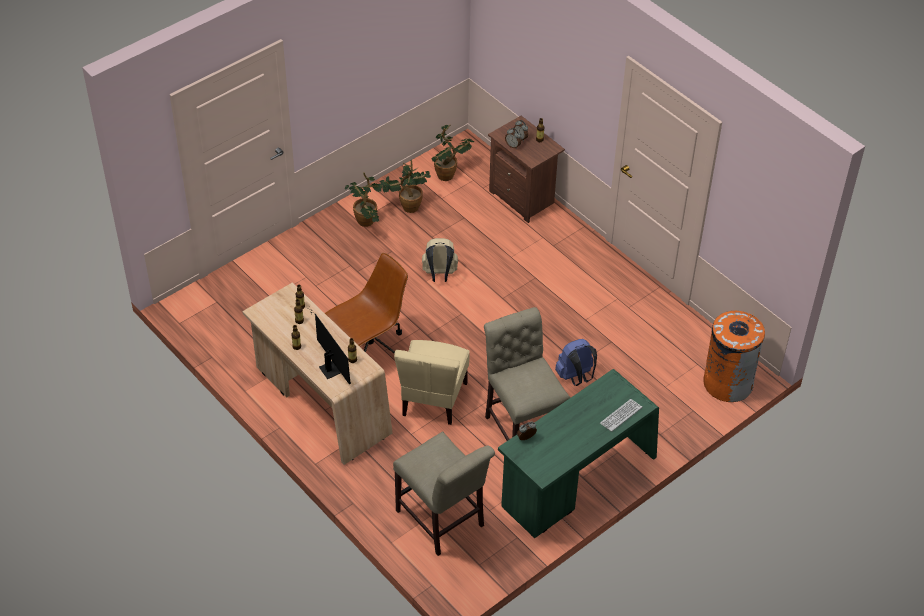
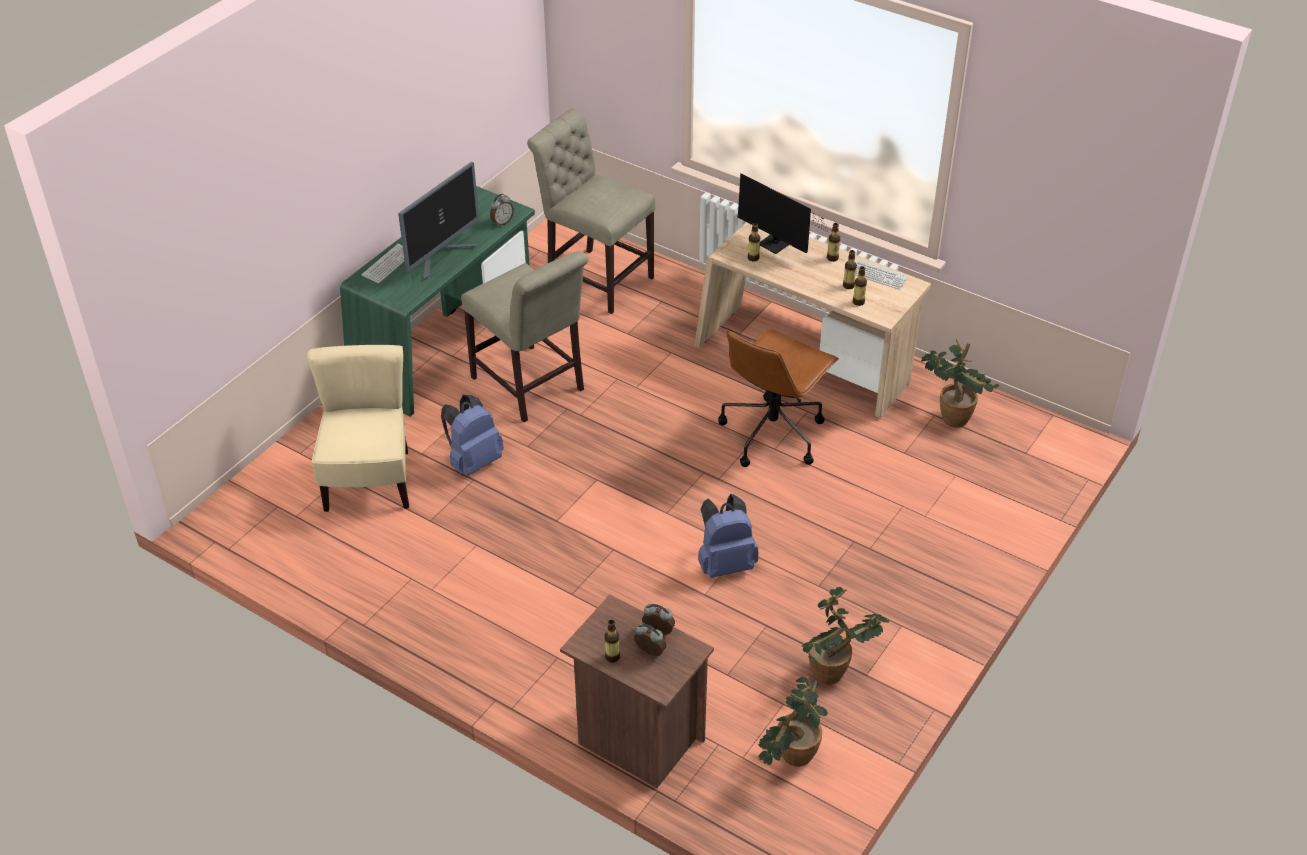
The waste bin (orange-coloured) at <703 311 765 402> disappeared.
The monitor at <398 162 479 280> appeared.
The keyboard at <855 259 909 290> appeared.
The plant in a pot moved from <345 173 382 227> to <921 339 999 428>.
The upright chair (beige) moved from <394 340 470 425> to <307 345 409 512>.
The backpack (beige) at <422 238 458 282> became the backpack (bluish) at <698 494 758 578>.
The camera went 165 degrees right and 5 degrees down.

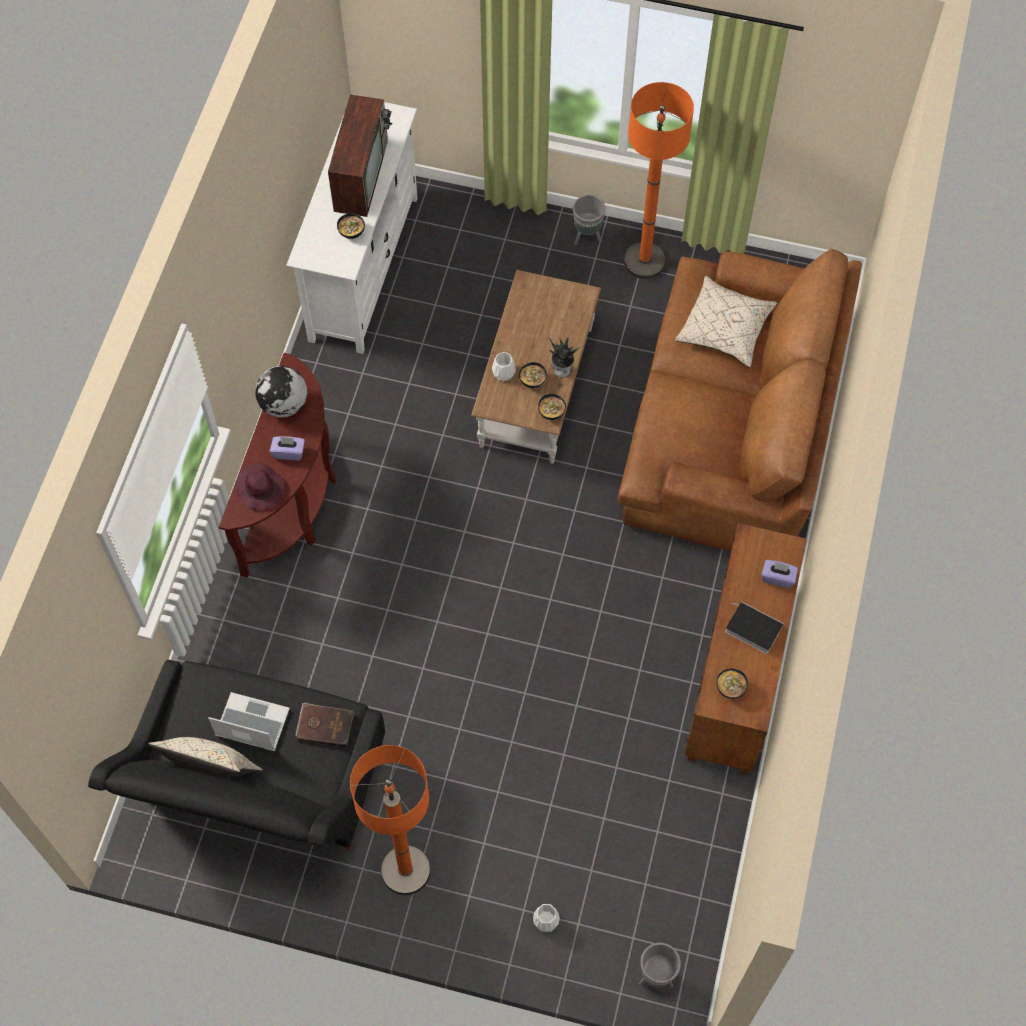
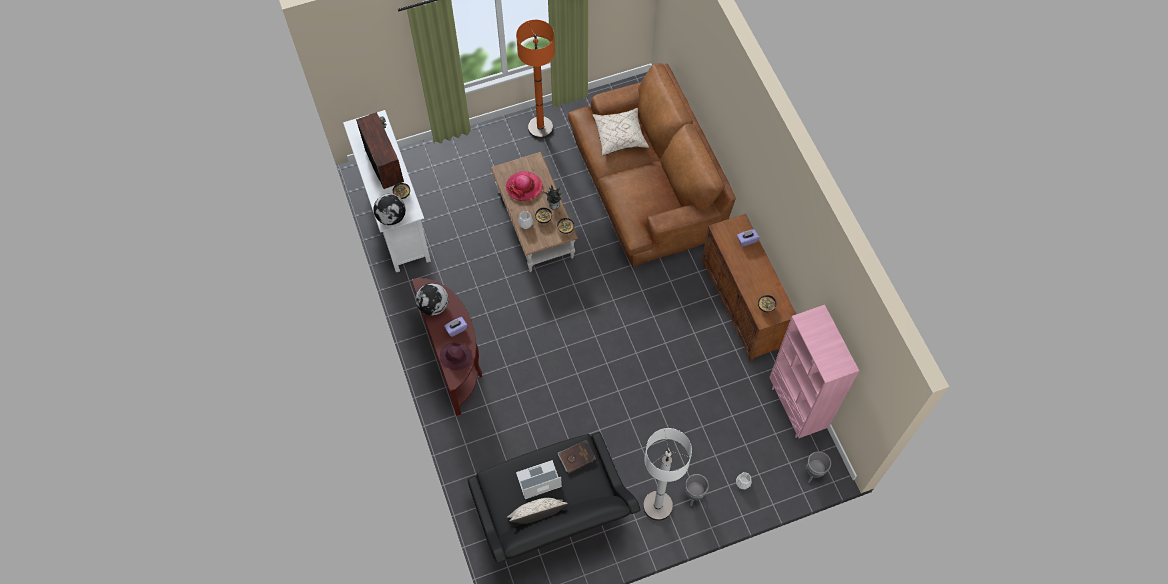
The book at <725 601 784 654> disappeared.
The world globe at <373 194 406 225> appeared.
The hat at <506 171 543 201> appeared.
The bookshelf (pink-coloured) at <769 305 859 438> appeared.
The flower pot (greyish) moved from <573 195 605 245> to <685 474 709 506>.
The standard lamp (orange-coloured) at <350 745 431 895> became the standard lamp (whitish) at <643 428 692 521>.
The camera went 35 degrees left and 0 degrees up.

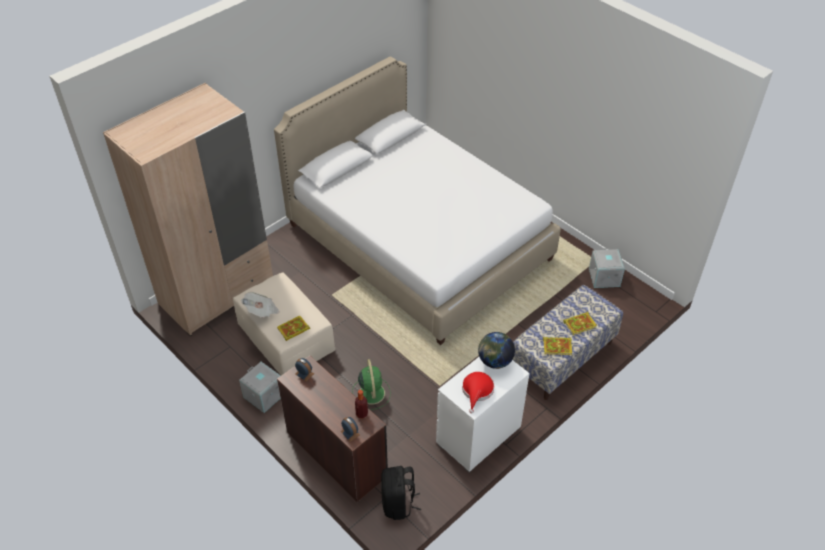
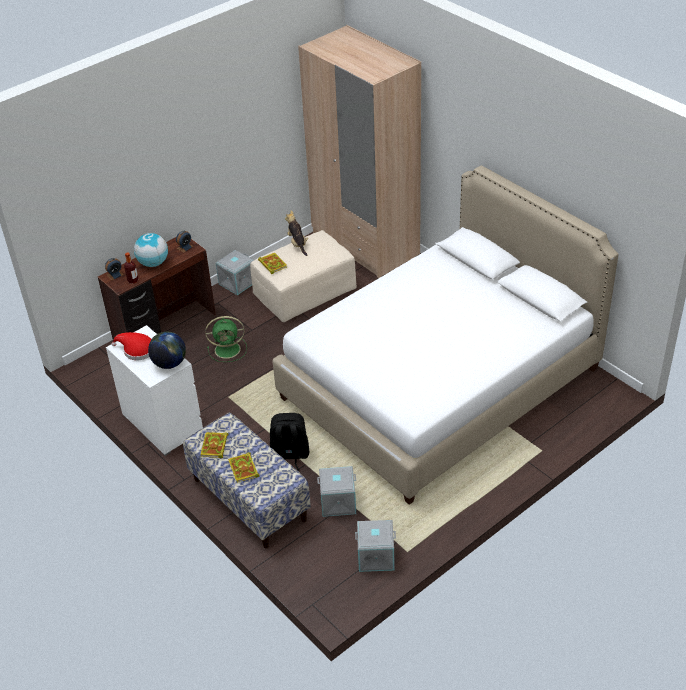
The world globe at <134 233 168 267> appeared.
The storage box (greyish) at <317 466 356 517> appeared.
The backpack (black-coloured) moved from <381 466 421 520> to <270 413 309 471>.
The daily paper at <241 292 280 318> was replaced by the plush toy at <285 210 308 256>.
The camera went 95 degrees right and 5 degrees down.

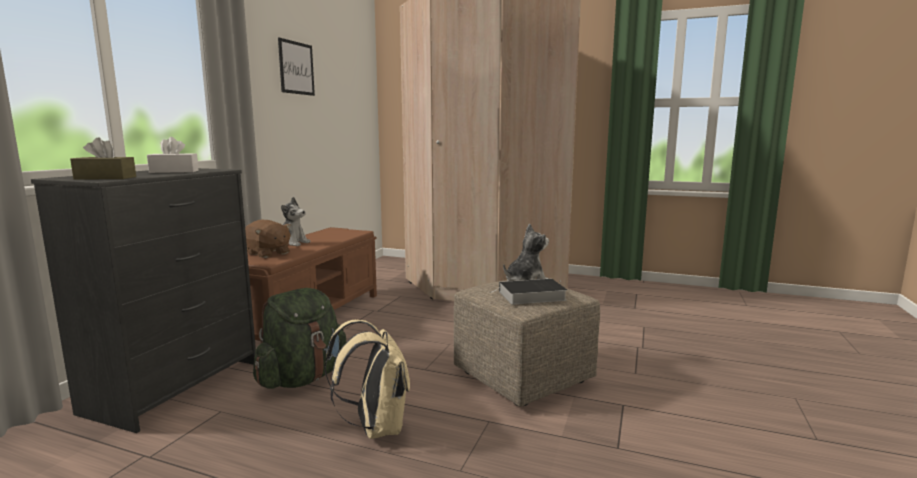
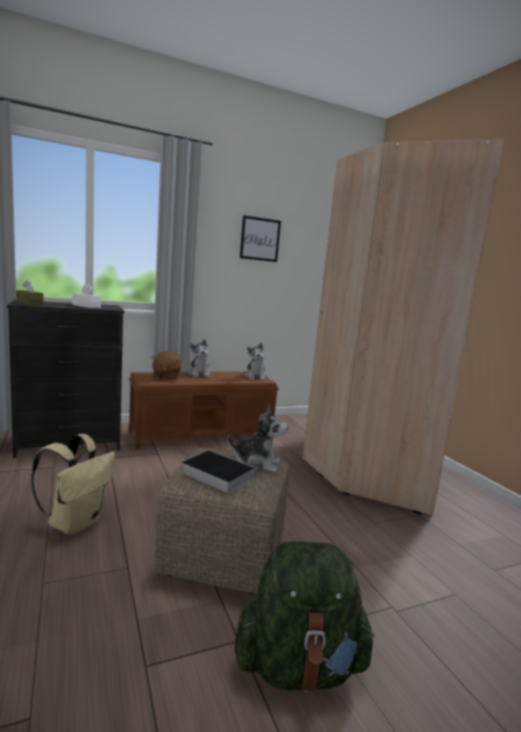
The plush toy at <244 343 266 380> appeared.
The backpack (green) moved from <253 288 346 389> to <235 541 375 692>.
The camera went 45 degrees right and 0 degrees up.

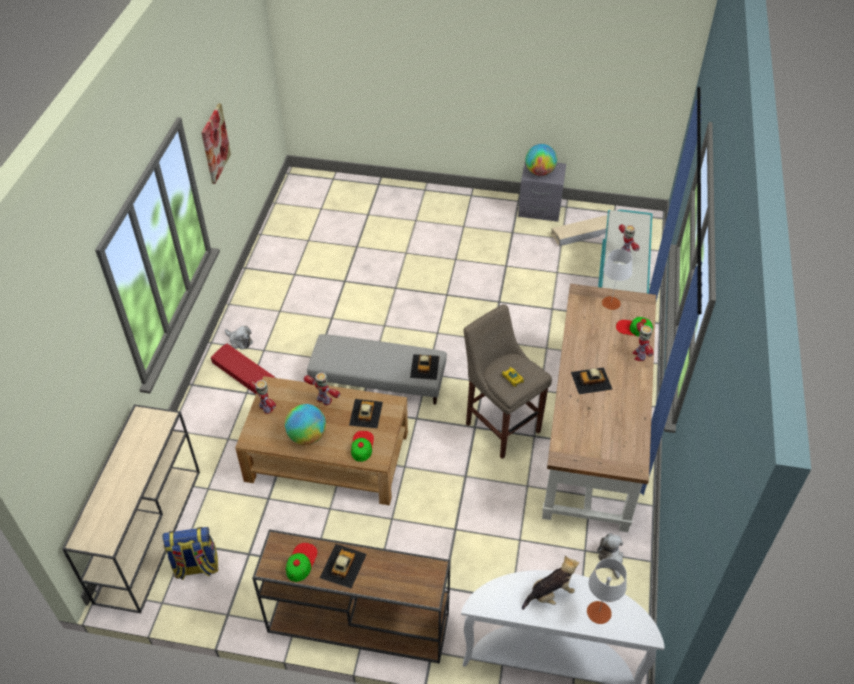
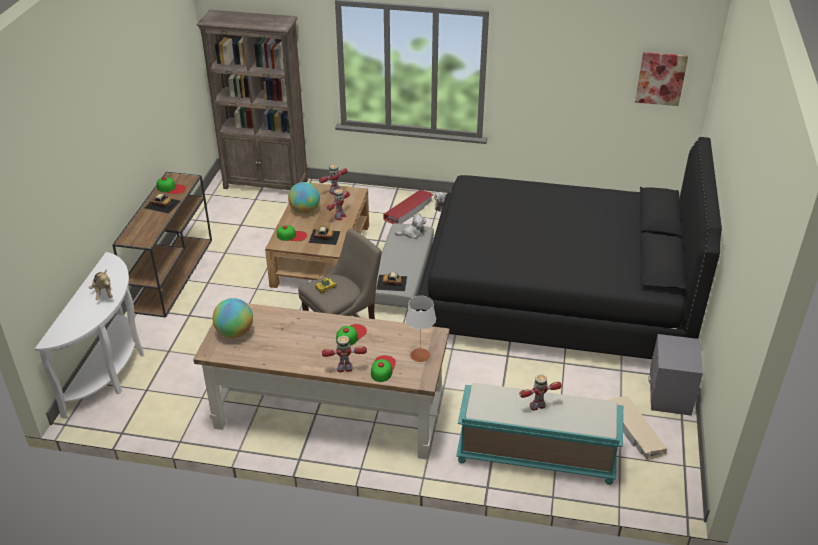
The backpack at <162 527 219 580> disappeared.
The toy car at <571 367 613 394> disappeared.
The tabletop lamp (greyish) at <587 558 627 624> disappeared.
The cap at <336 324 367 345> appeared.
The sleeping bed (black-coloured) at <416 137 722 359> appeared.
The wall art moved from <201 103 231 184> to <635 52 688 106>.
The world globe moved from <525 144 557 176> to <212 298 253 338>.
The plush toy moved from <597 534 623 579> to <394 214 426 239>.
The console table (beige) at <62 404 200 613> was replaced by the bookshelf (brown-coloured) at <197 10 308 190>.
The camera went 90 degrees right and 10 degrees down.

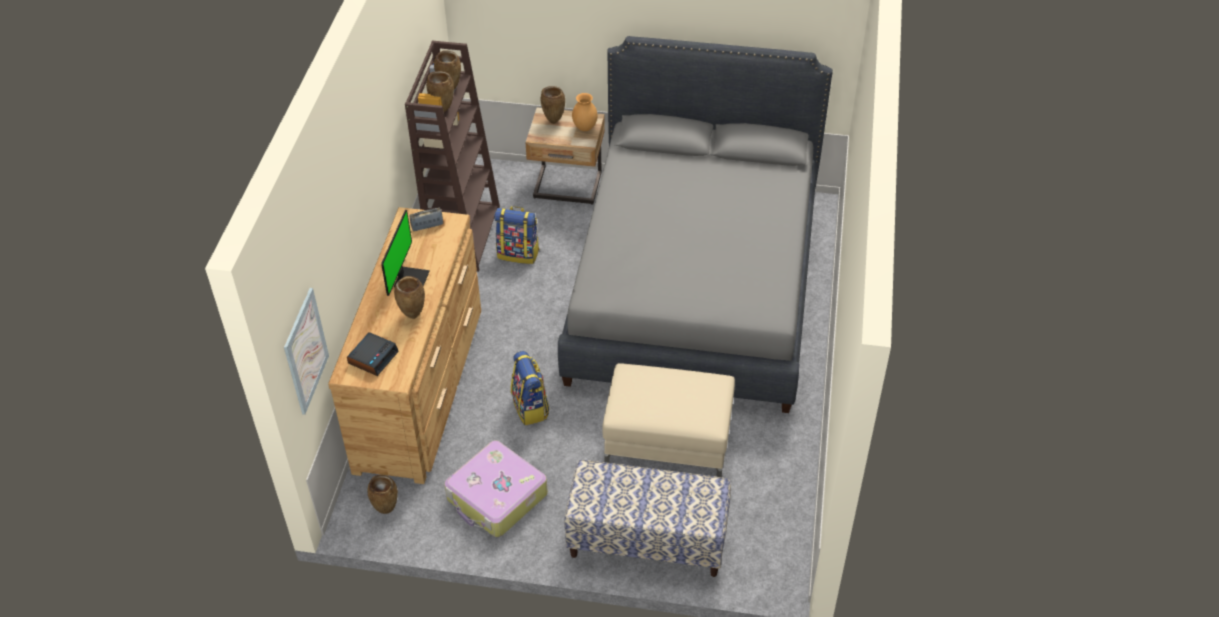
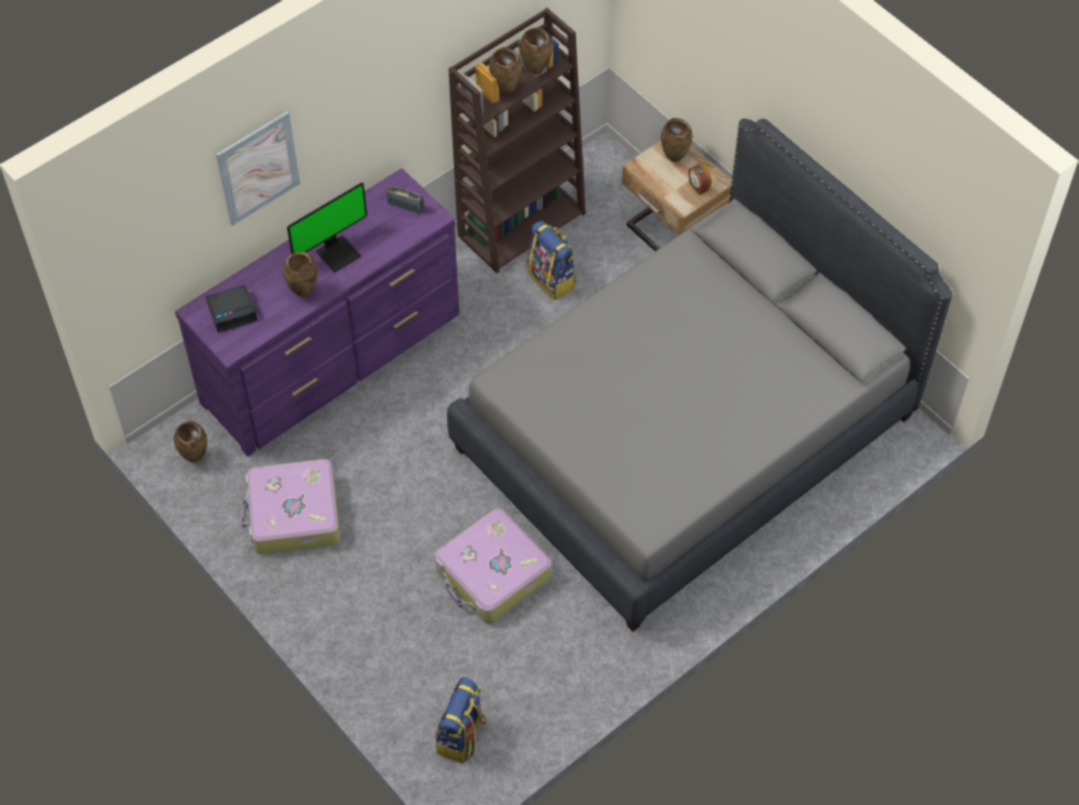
The long seat at <564 460 731 577> disappeared.
The wall art moved from <284 288 329 415> to <216 111 300 226>.
The backpack moved from <511 351 550 425> to <435 677 486 764>.
The decorative vase (brown-coloured) at <572 93 597 131> was replaced by the table clock at <688 163 712 195>.
The pouffe (beige) at <602 363 735 477> was replaced by the piece of luggage at <435 508 552 624>.
The drawer chest (brown-coloured) at <328 207 481 484> became the drawer chest (purplish) at <175 168 459 456>.
The camera went 40 degrees right and 10 degrees up.

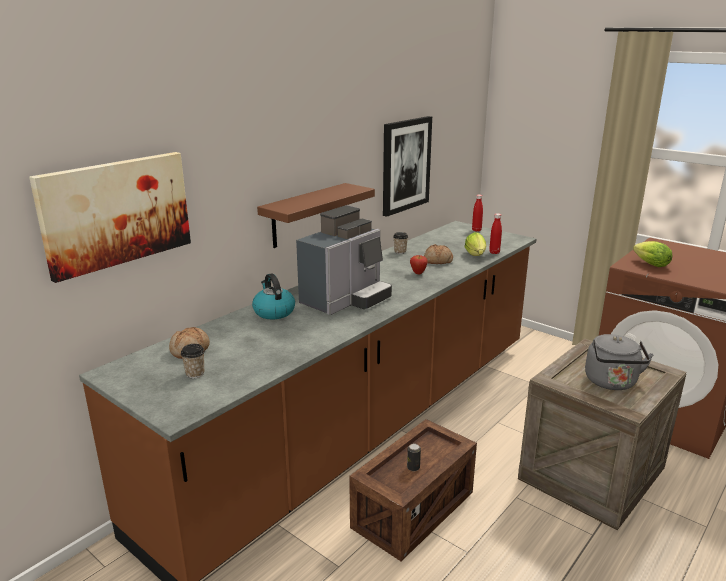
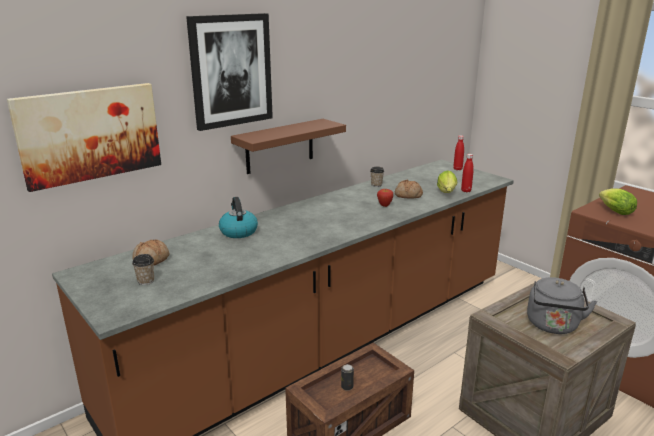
The coffee maker at <296 205 392 315> disappeared.
The wall art moved from <383 116 432 217> to <186 13 273 131>.
The camera went 10 degrees right and 0 degrees up.

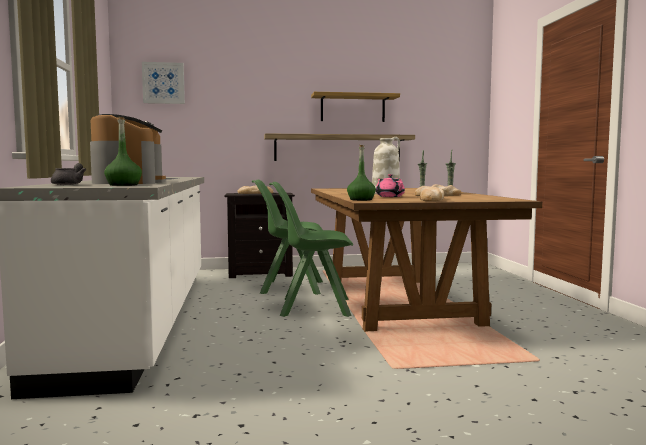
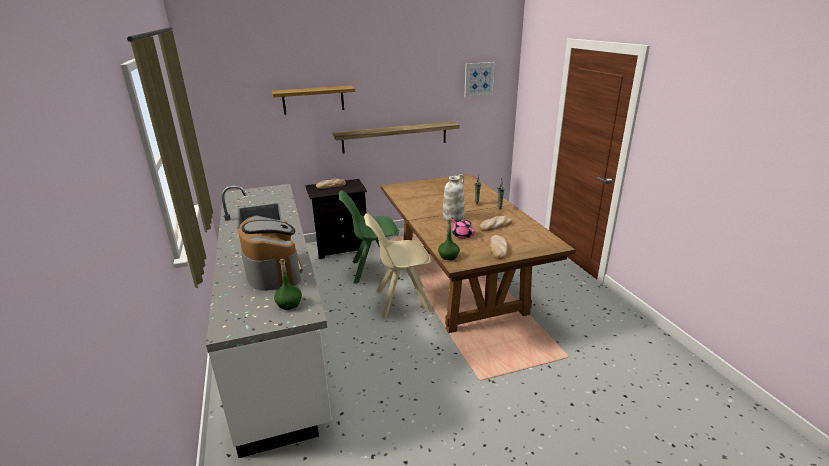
The pot for tea (greyish) at <51 163 87 185> disappeared.
The wall art moved from <142 62 185 104> to <465 62 496 97>.
The bracket shelf moved from <311 92 400 122> to <272 86 355 115>.
The upright chair (green) at <269 182 353 317> became the upright chair (beige) at <364 213 433 318>.
The camera went 10 degrees left and 20 degrees up.

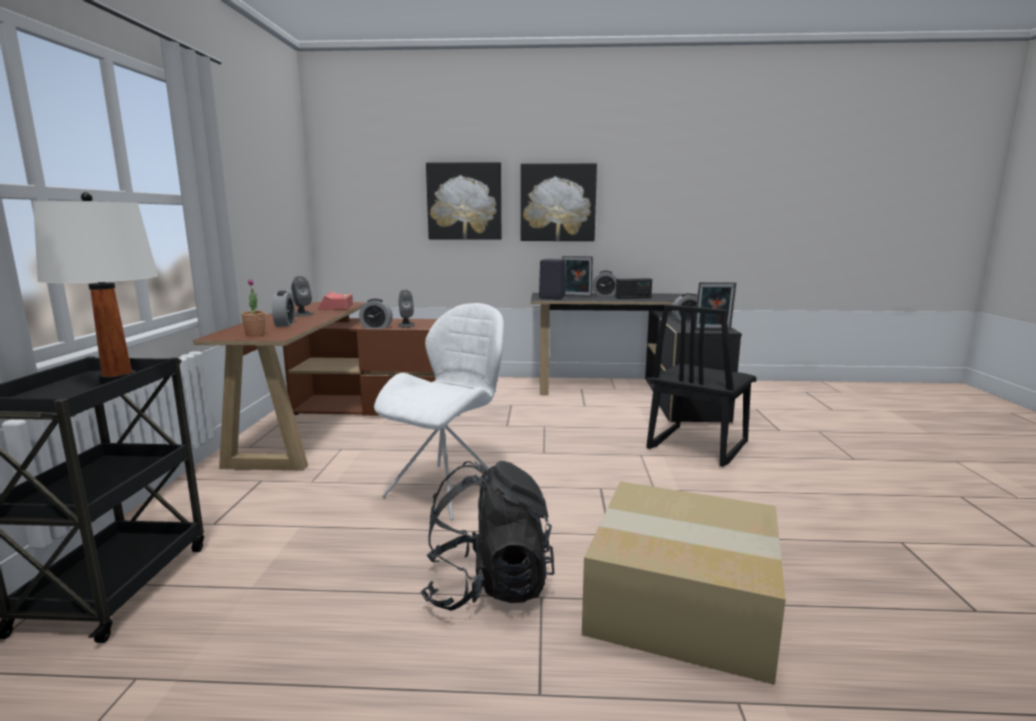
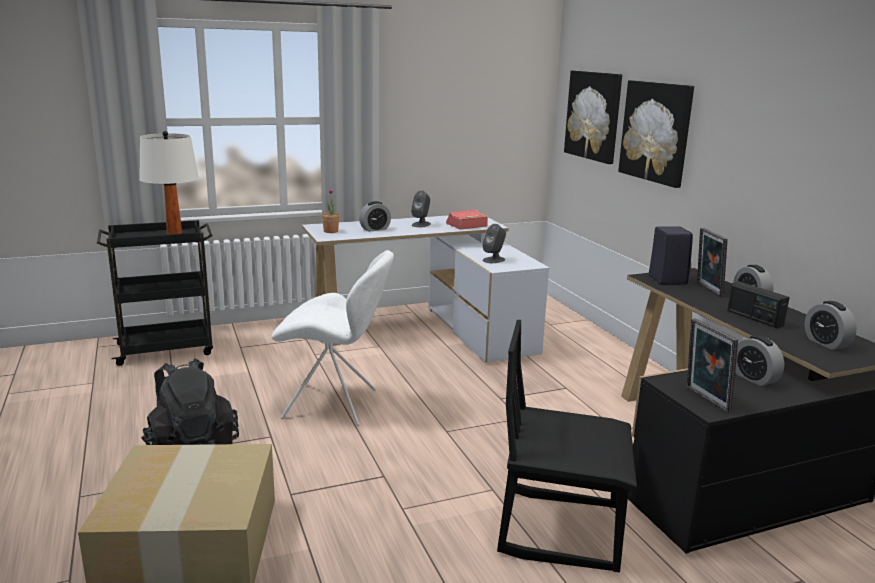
The table clock moved from <359 299 393 329> to <805 301 857 350>.
The wall art moved from <521 163 597 241> to <564 70 622 164>.
The desk (brown-coloured) at <193 302 438 471> became the desk (whitish) at <302 215 550 363>.
The camera went 65 degrees right and 5 degrees up.

